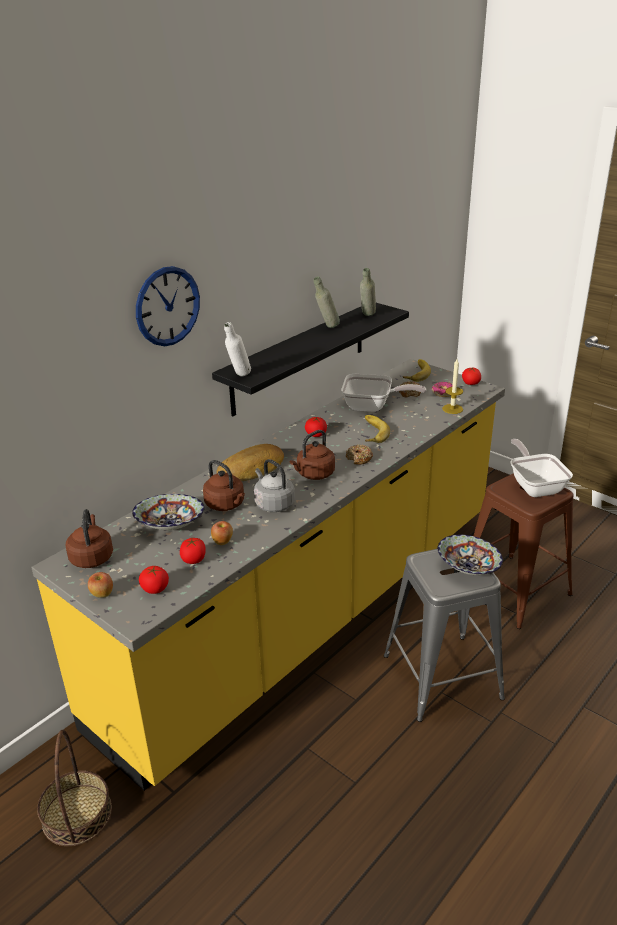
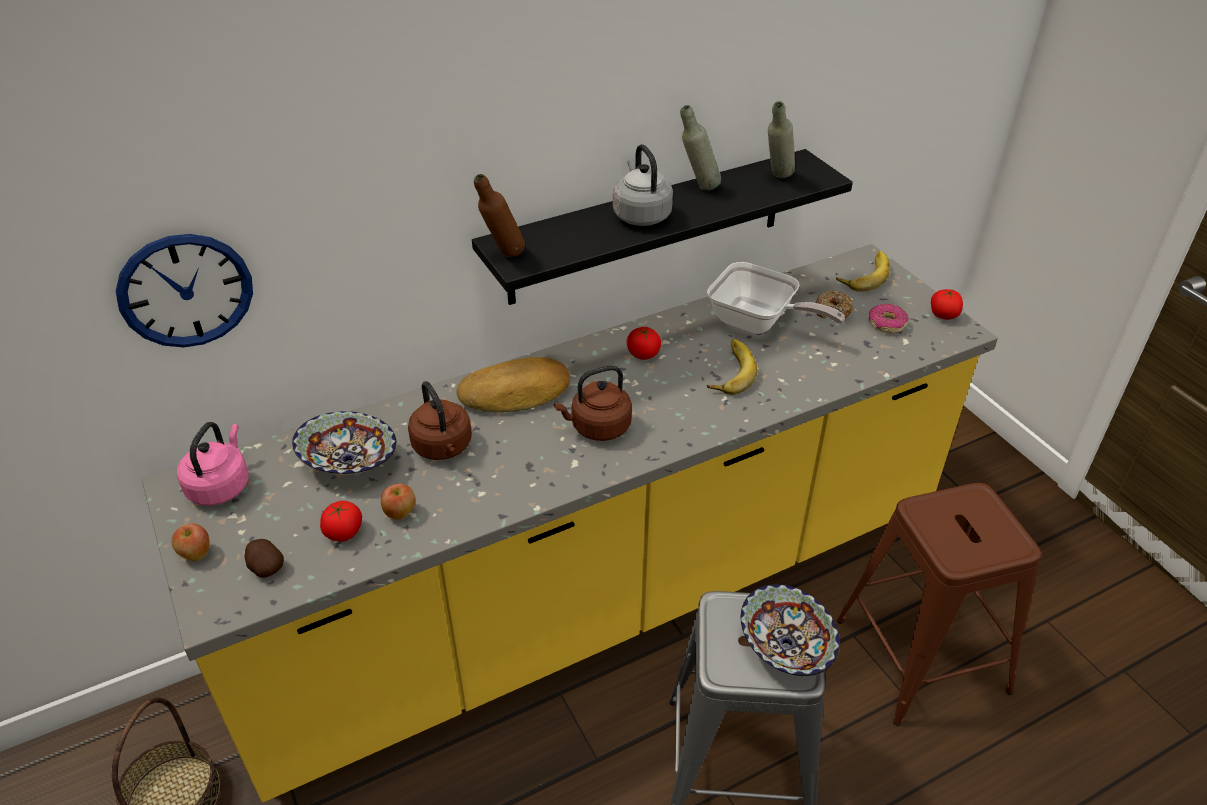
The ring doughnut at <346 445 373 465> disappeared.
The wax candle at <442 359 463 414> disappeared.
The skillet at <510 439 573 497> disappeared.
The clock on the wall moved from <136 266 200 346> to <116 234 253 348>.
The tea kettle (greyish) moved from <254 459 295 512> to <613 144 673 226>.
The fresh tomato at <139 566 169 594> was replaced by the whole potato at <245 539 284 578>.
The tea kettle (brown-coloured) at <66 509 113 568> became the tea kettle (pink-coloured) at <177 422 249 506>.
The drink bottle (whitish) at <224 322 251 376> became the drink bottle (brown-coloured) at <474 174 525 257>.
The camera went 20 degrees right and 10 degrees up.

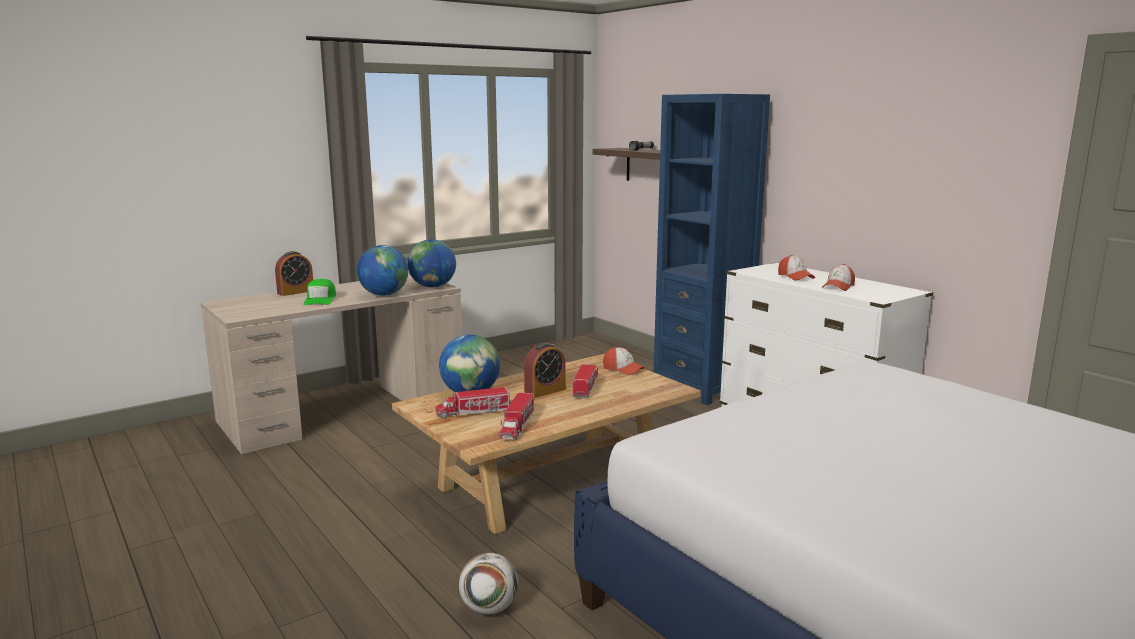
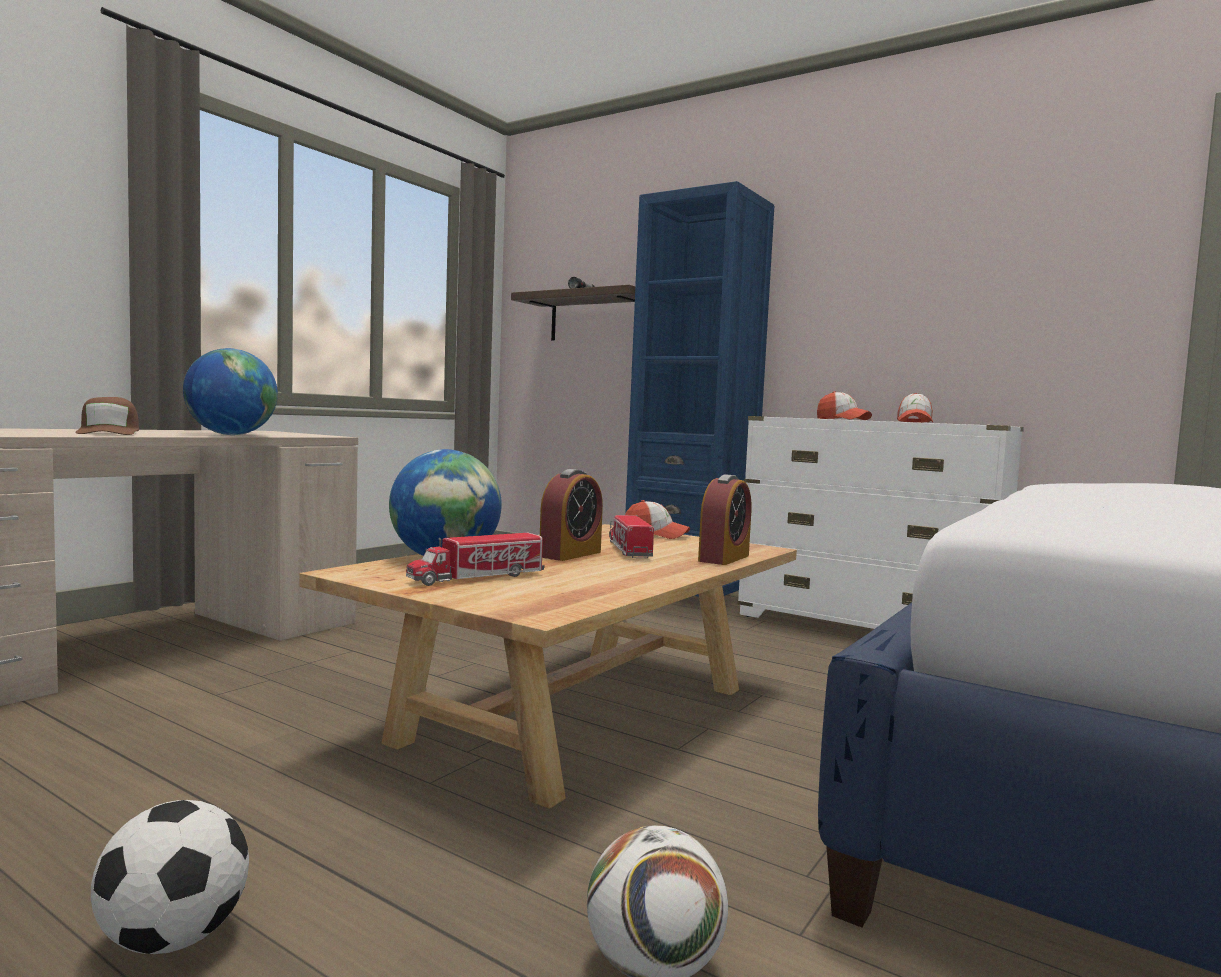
The world globe at <408 239 456 288> disappeared.
The model truck at <500 392 534 440> disappeared.
The ball for football at <91 800 249 954> appeared.
The table clock moved from <275 251 313 296> to <698 474 752 565>.
The cap (green) at <303 279 336 305> became the cap (brown-coloured) at <75 397 139 435>.
The camera went 20 degrees left and 10 degrees down.

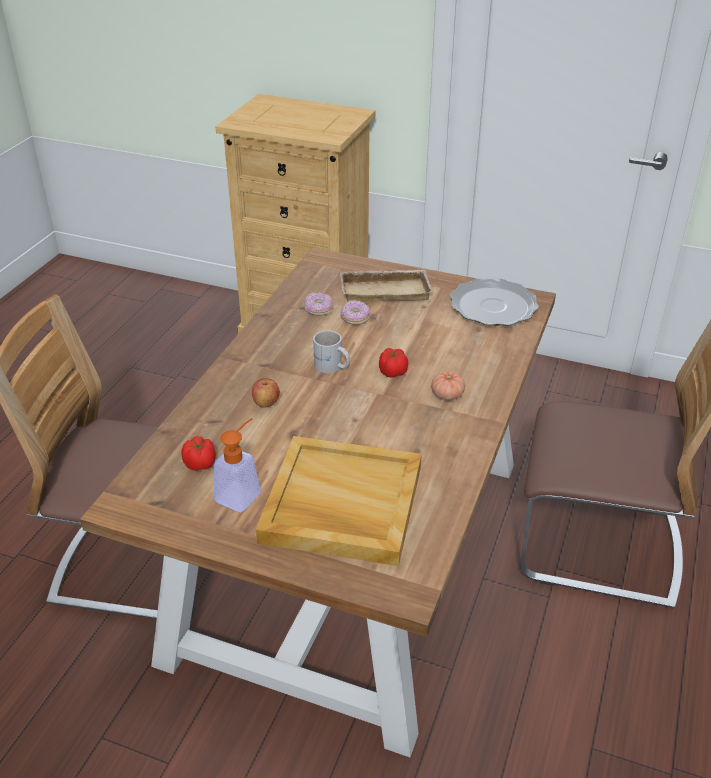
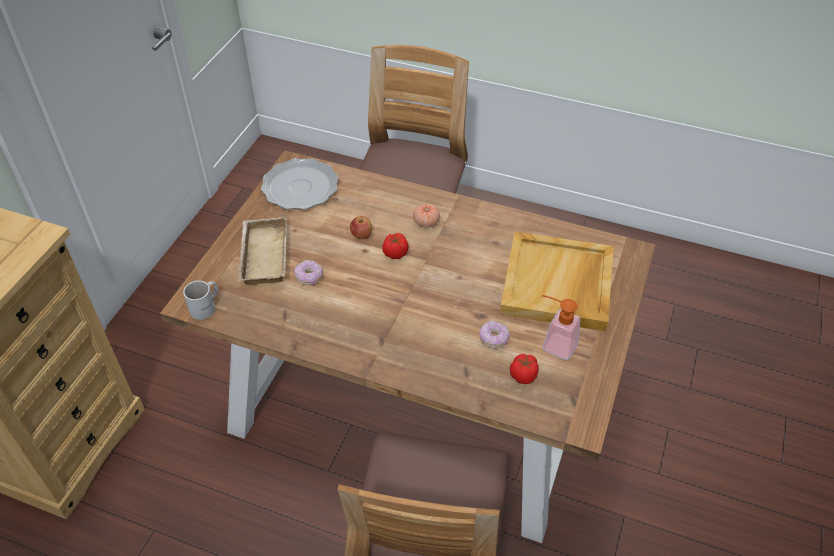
The whole apple moved from <252 378 280 408> to <350 216 372 239>.
The ring doughnut moved from <304 292 333 316> to <479 320 510 348>.
The coffee mug (whitish) moved from <313 330 350 373> to <183 281 218 320>.
The camera went 90 degrees left and 10 degrees up.

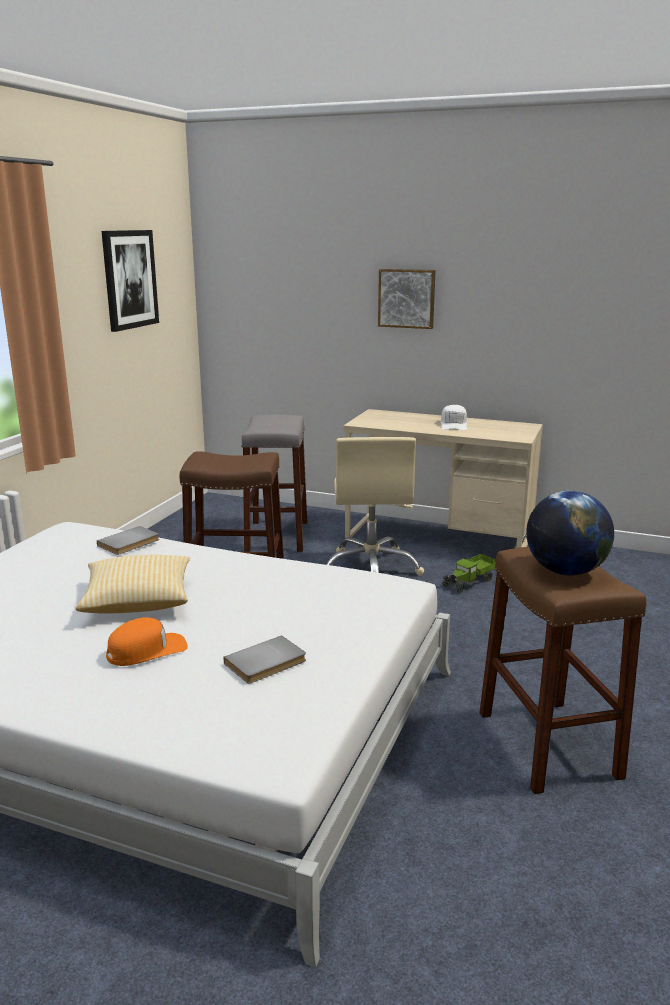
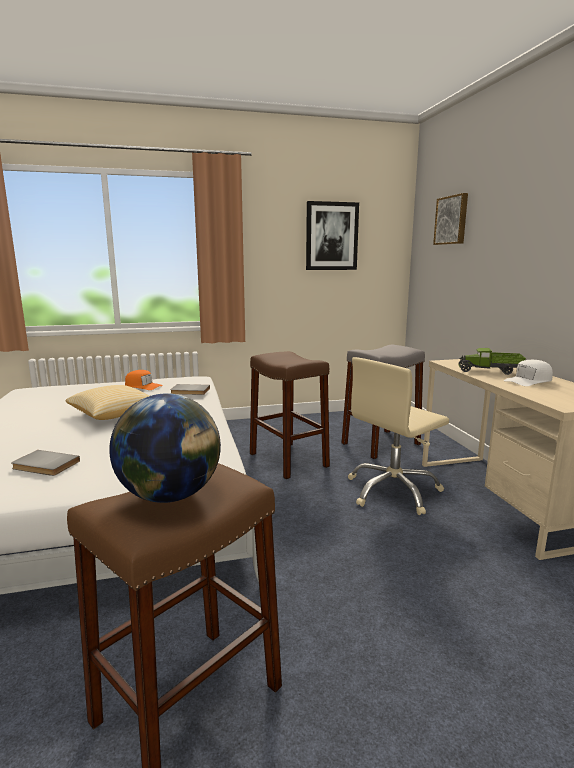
The cap (orange-coloured) moved from <106 617 188 666> to <125 370 163 390>.
The wall art moved from <378 269 436 329> to <433 193 468 245>.
The model truck moved from <443 554 496 593> to <458 348 526 375>.
The camera went 55 degrees right and 5 degrees down.

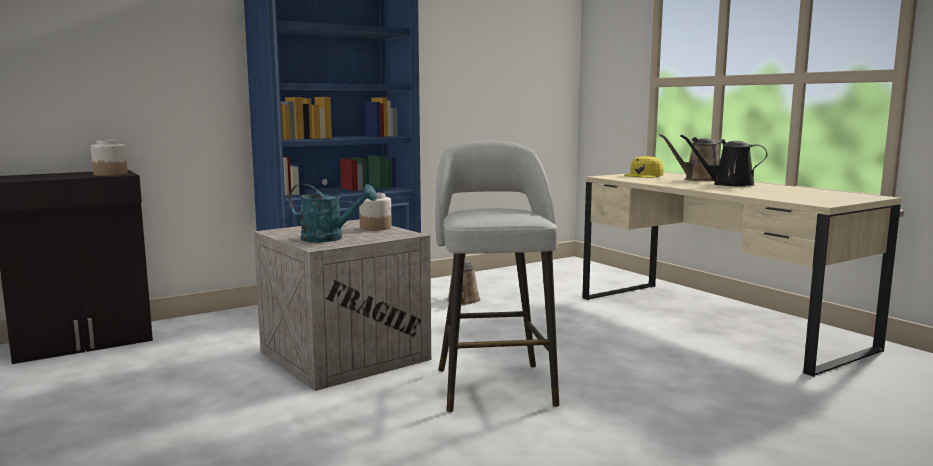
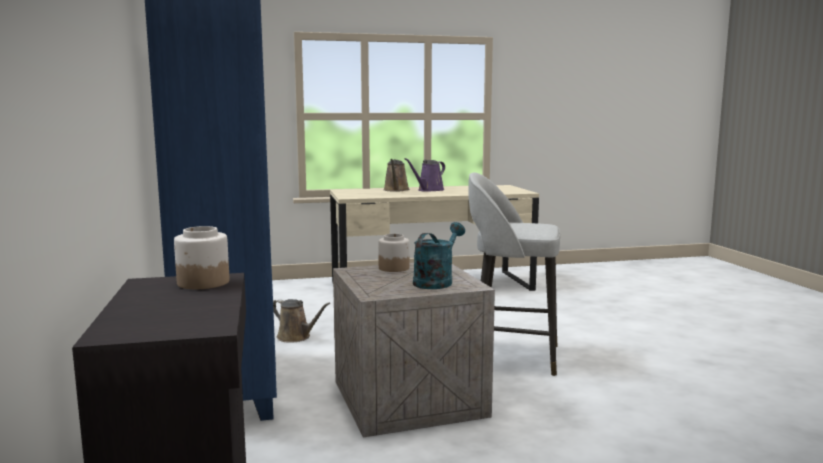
The cap (yellow) at <624 156 664 178> disappeared.
The watering pot (black-coloured) at <680 135 768 187> became the watering pot (purplish) at <405 158 445 192>.
The camera went 70 degrees left and 0 degrees up.

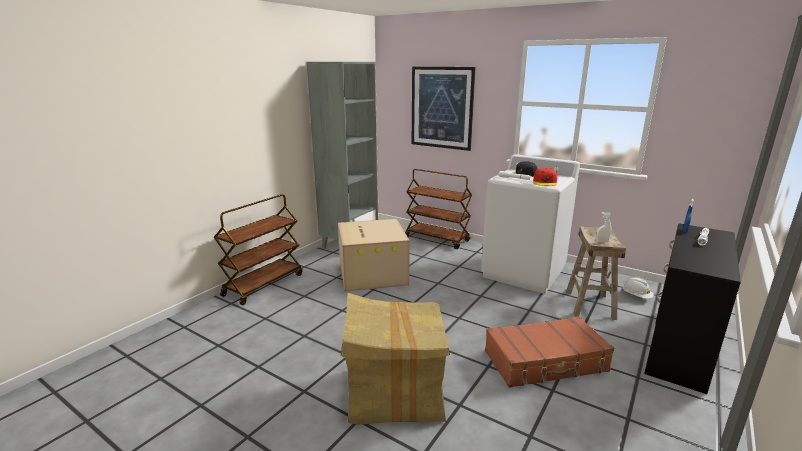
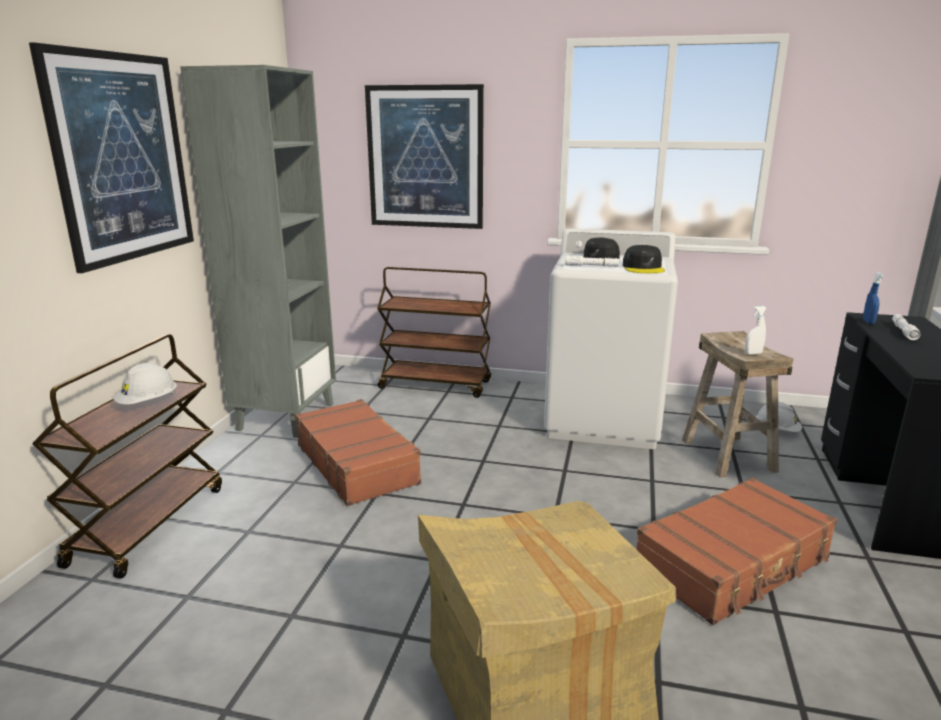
The wall art at <29 42 194 273> appeared.
The safety helmet (whitish) at <113 363 177 405> appeared.
The cardboard box at <338 219 410 292> was replaced by the piece of luggage (brown-coloured) at <295 399 421 506>.
The cap (red) at <533 168 557 186> became the cap (black-coloured) at <623 245 665 273>.
The camera went 20 degrees left and 0 degrees up.

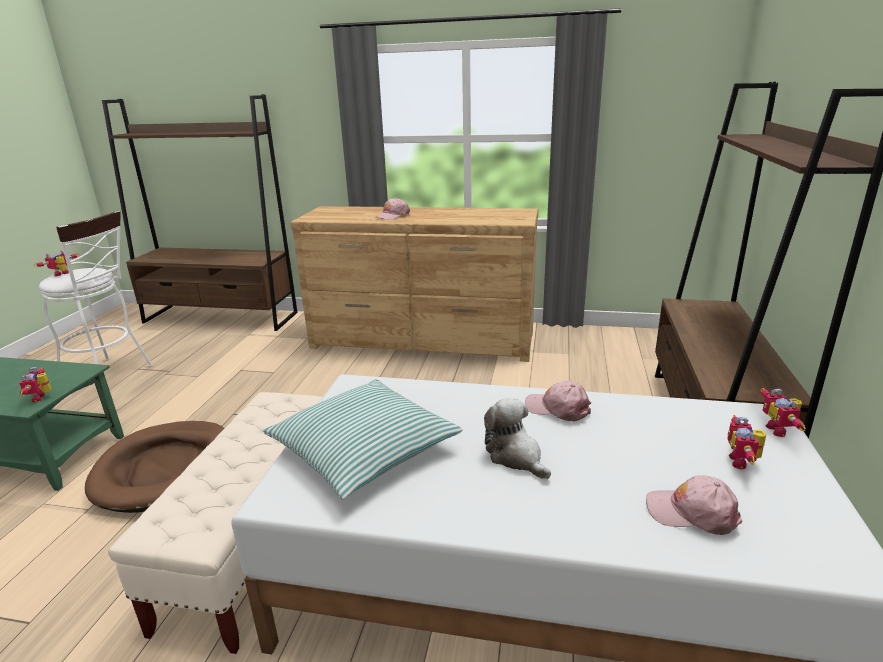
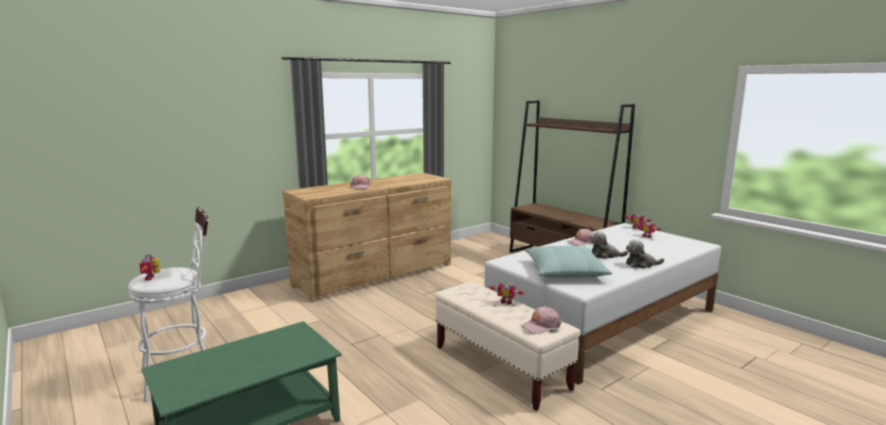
The dog cushion (brown-coloured) at <85 421 224 513> disappeared.
The bookshelf (brown-coloured) at <102 94 298 331> disappeared.
The plush toy at <626 239 664 269> appeared.
The toy robot moved from <20 367 52 402> to <488 281 525 305>.
The cap (pink-coloured) moved from <646 475 742 535> to <521 306 561 334>.
The camera went 50 degrees left and 10 degrees down.

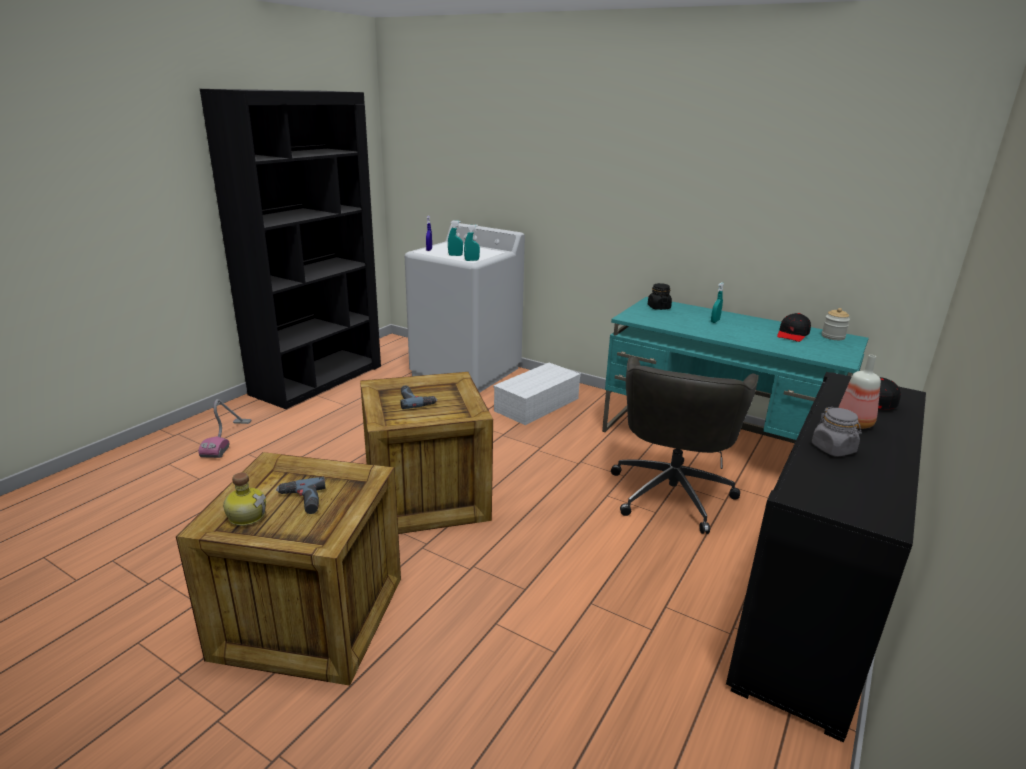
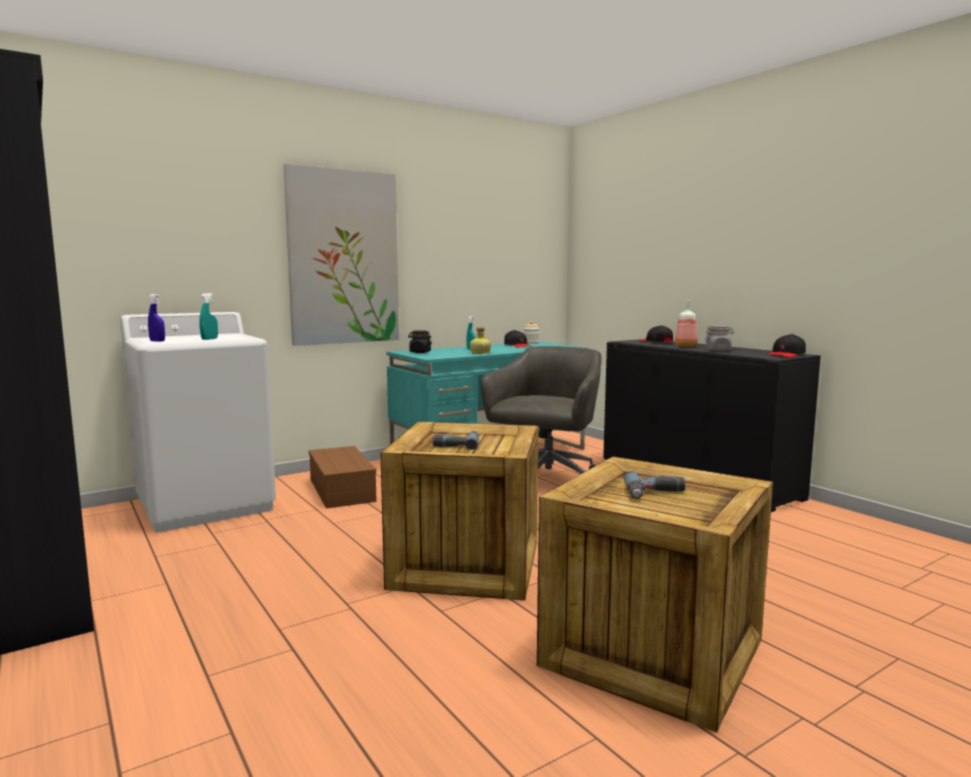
The vacuum cleaner at <199 399 252 458> disappeared.
The sprayer (turquoise-coloured) at <464 225 480 261> disappeared.
The wall art at <283 164 399 346> appeared.
The cap (black-coloured) at <768 334 806 357> appeared.
The drink bottle moved from <223 472 266 526> to <470 327 491 354>.
The storage box (whitish) at <493 363 581 425> became the storage box (brown-coloured) at <309 446 377 509>.
The computer chair (greyish) at <611 356 759 534> turned 105 degrees counterclockwise.
The camera went 65 degrees left and 15 degrees down.

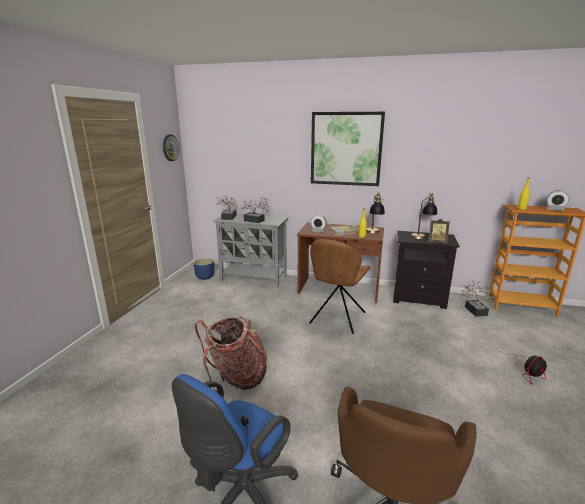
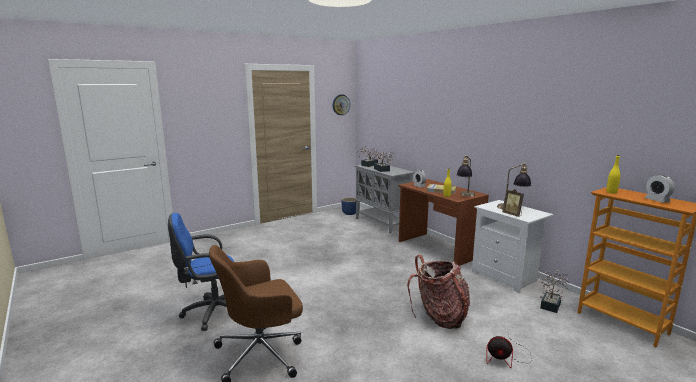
The upright chair (brown-coloured) at <309 239 370 334> disappeared.
The wall art at <311 112 385 186> disappeared.
The backpack moved from <195 316 267 393> to <407 255 470 329>.
The night table (black-coloured) at <393 231 460 309> became the night table (whitish) at <472 200 553 293>.
The camera went 40 degrees right and 5 degrees down.

